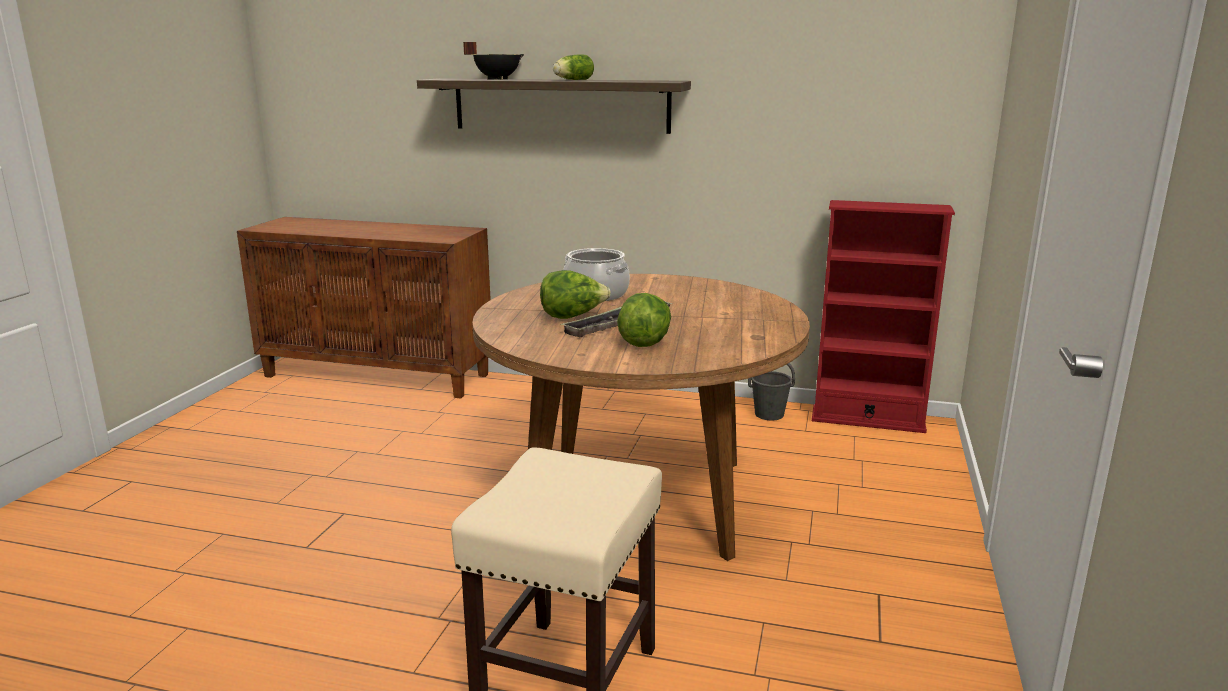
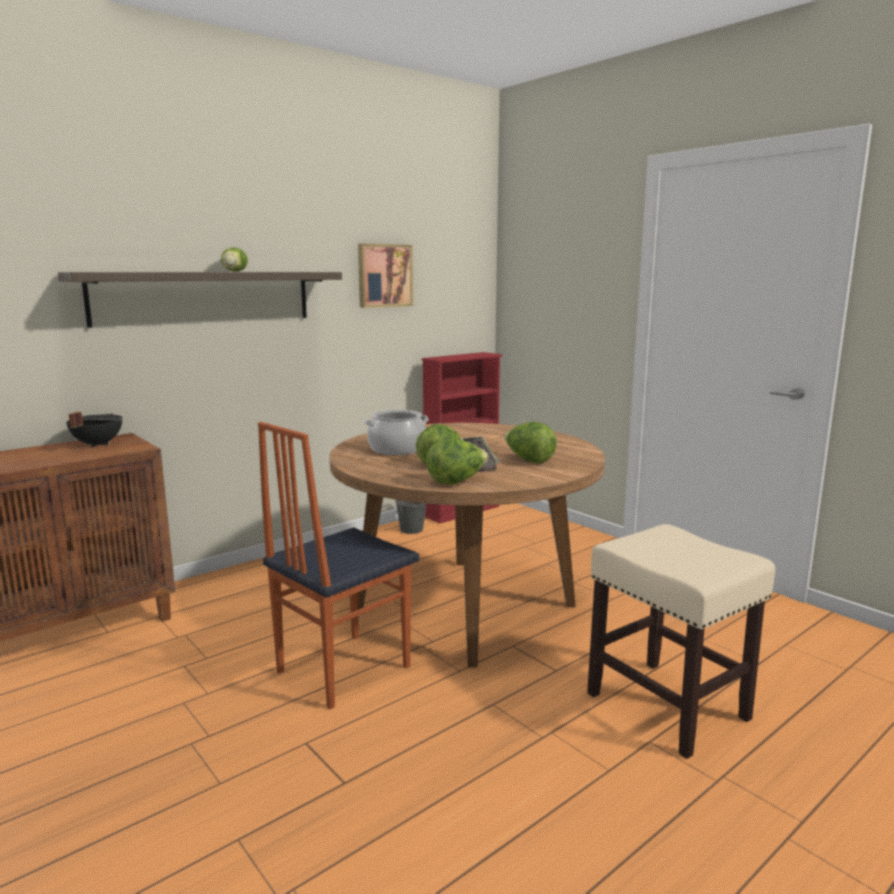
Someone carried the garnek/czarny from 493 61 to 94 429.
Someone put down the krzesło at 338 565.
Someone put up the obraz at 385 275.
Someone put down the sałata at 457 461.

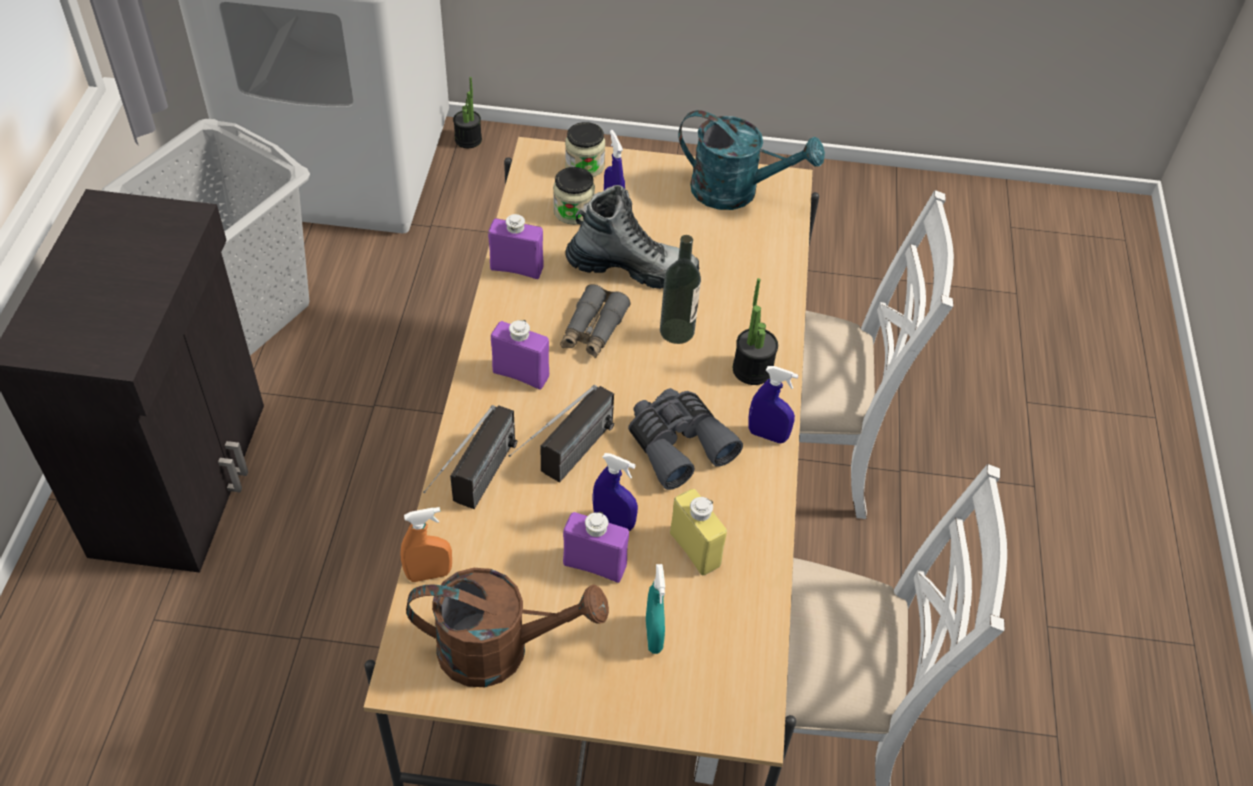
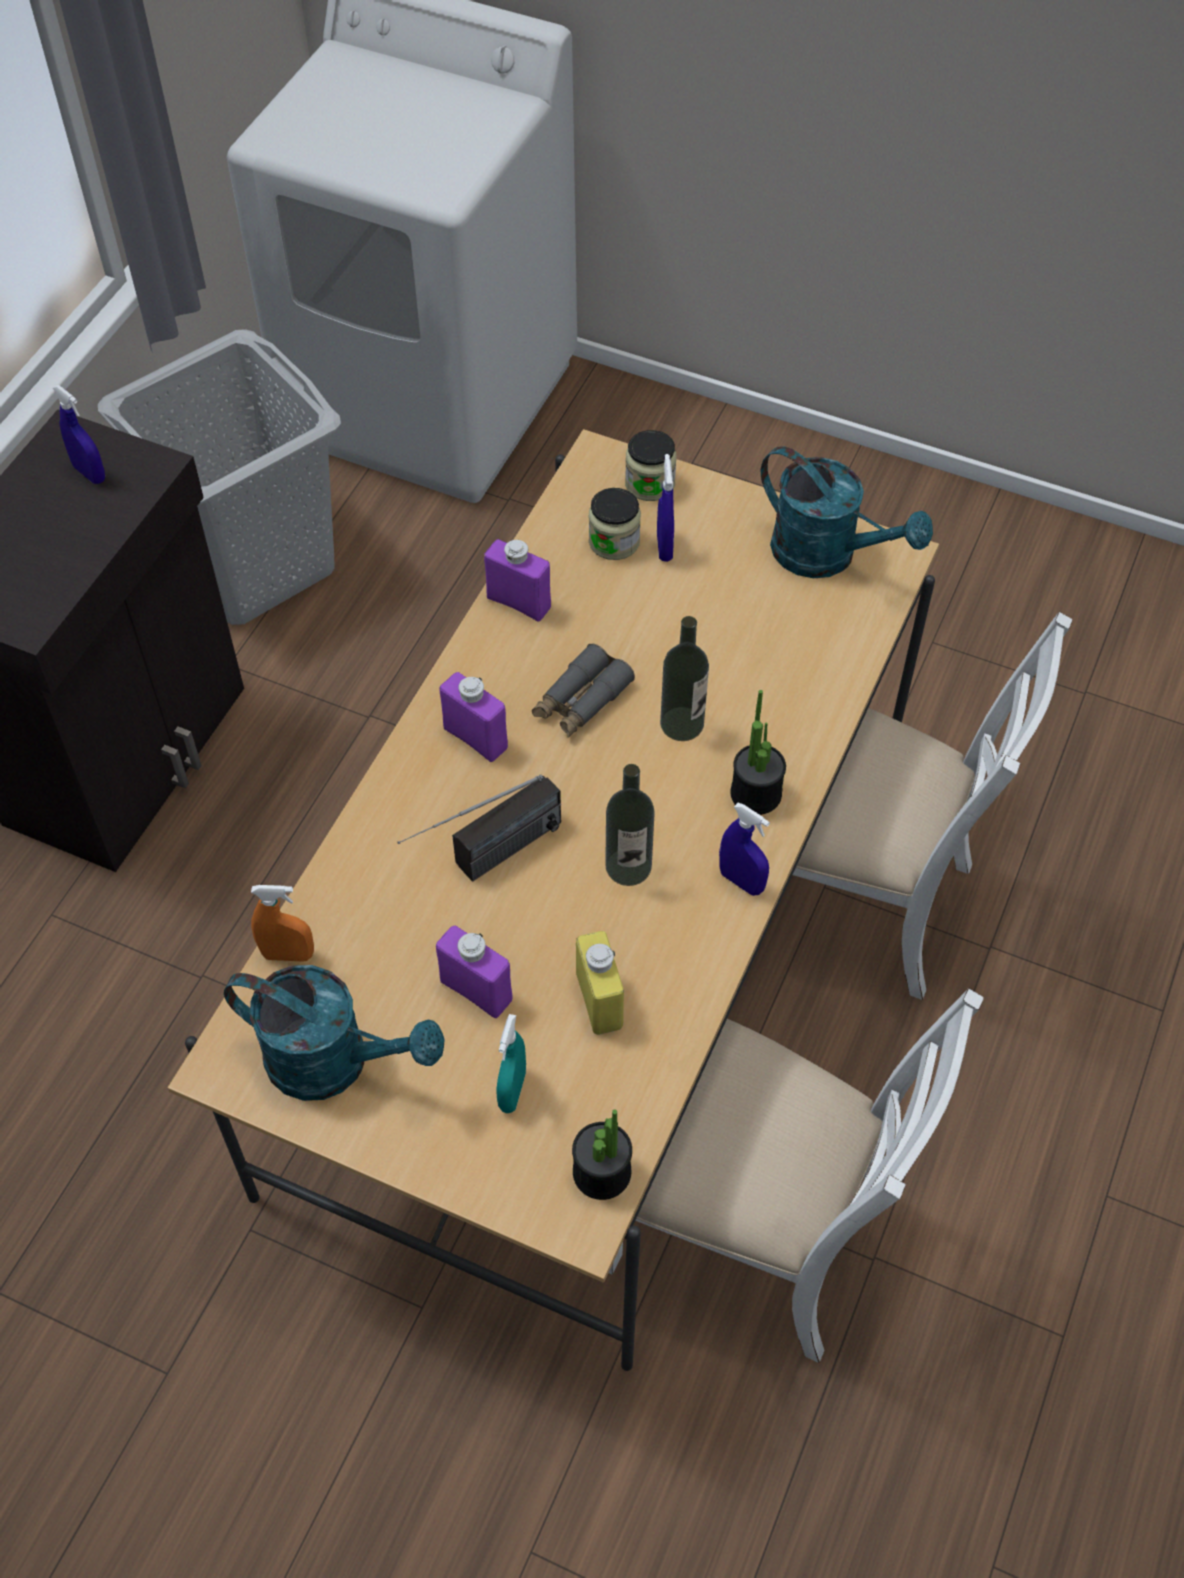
Someone repainted the konewka/brązowy at 507 627, which became the konewka/turkusowy at 334 1033.
Someone took away the radio at 470 457.
Someone carried the roślina doniczkowa from 467 112 to 602 1155.
Someone took away the but z cholewką at 632 237.
Someone carried the spryskiwacz/niebieski from 615 492 to 79 434.
Someone swapped the lornetka/szary at 685 439 for the butelka at 630 825.

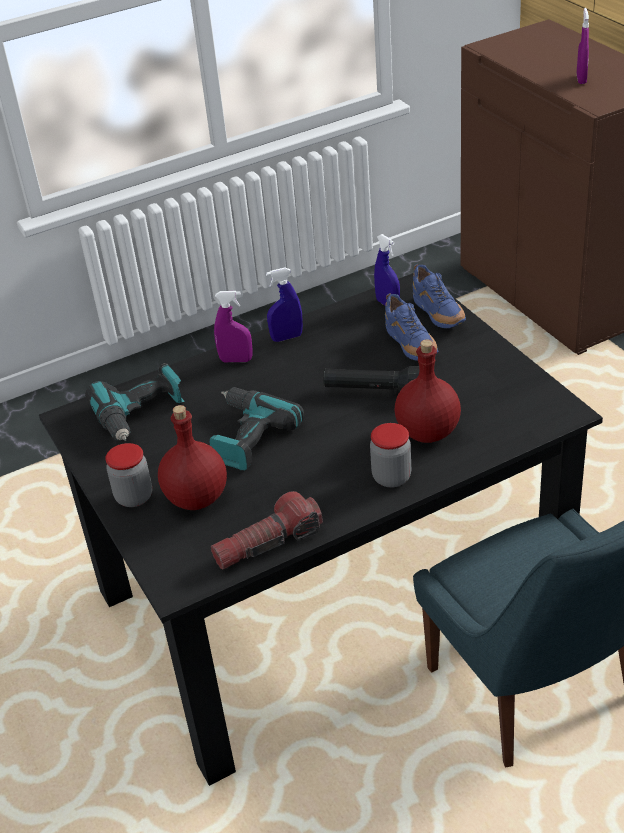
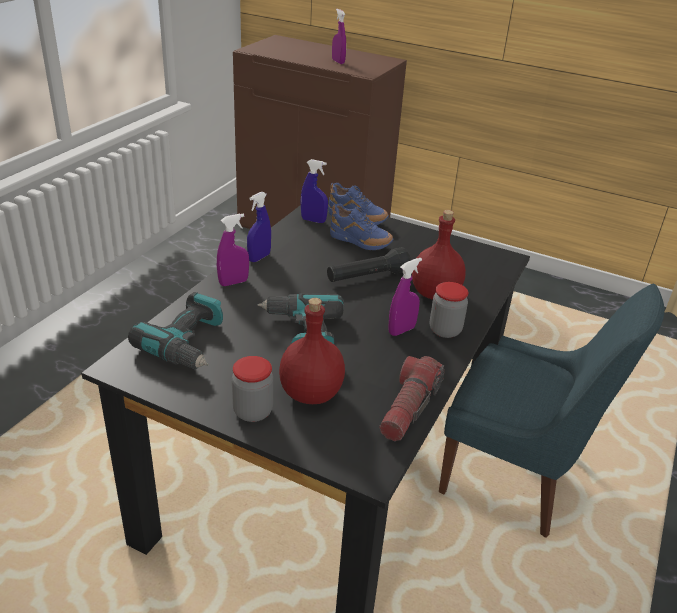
Someone put down the spryskiwacz/fioletowy at 405 297.

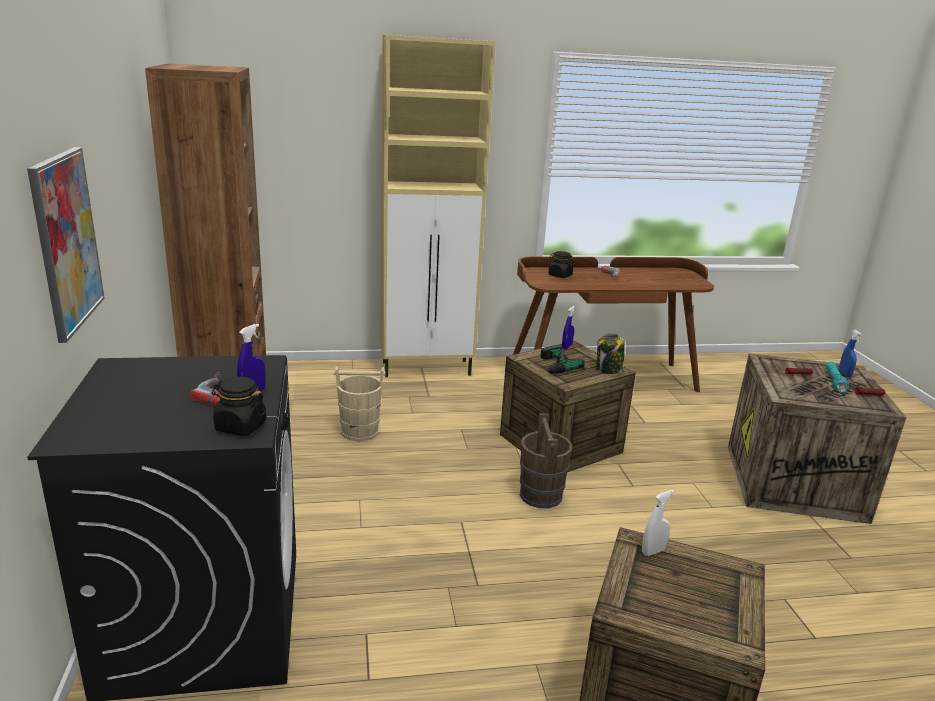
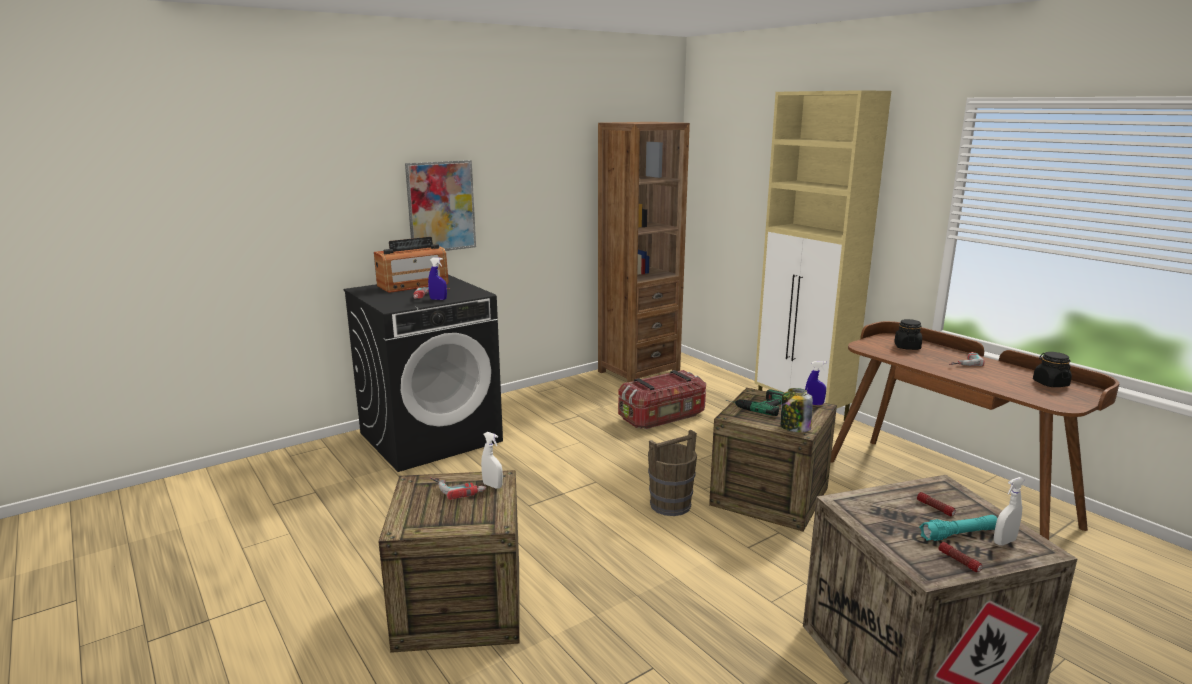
Someone carried the słoik/czarny from 239 406 to 1052 369.
Someone swapped the wiadro/beżowy at 359 403 for the pojemnik do przechowywania at 662 399.
Someone repainted the spryskiwacz/niebieski at 850 353, which became the spryskiwacz/biały at 1009 511.
Someone put down the radio at 411 265.
Someone put down the wiertarka at 458 488.

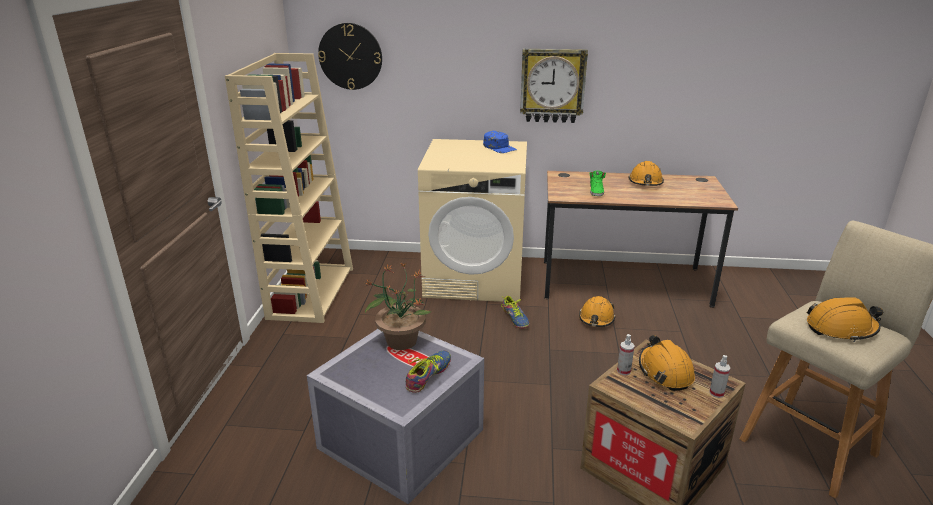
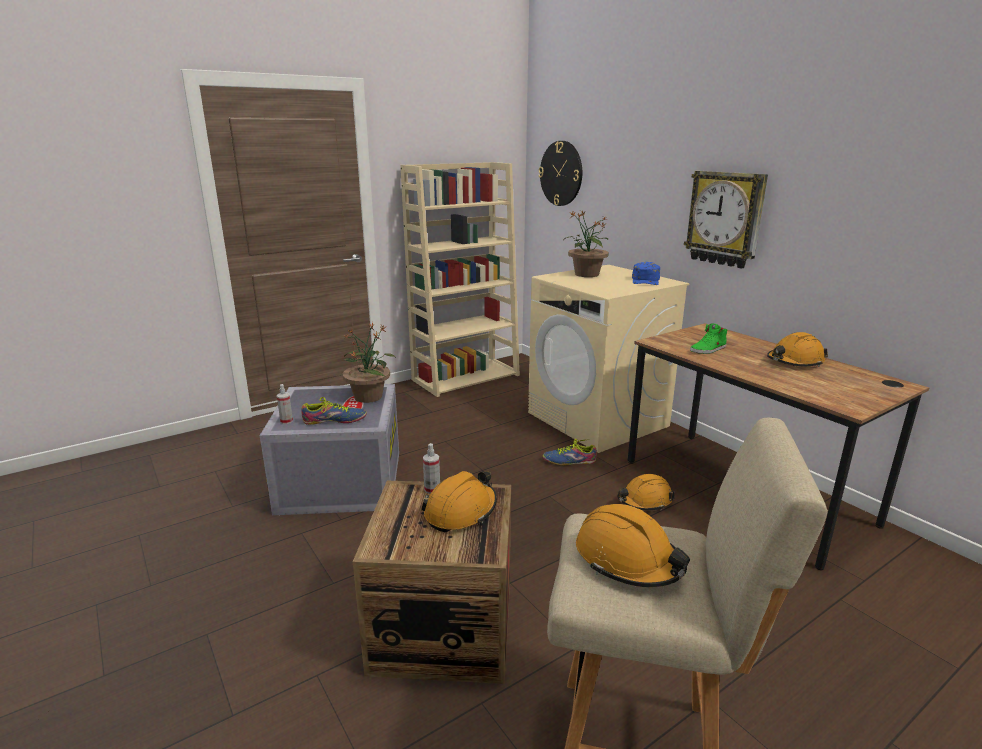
Someone rotated the but at 515 312 by 60 degrees clockwise.
Someone carried the spryskiwacz from 719 376 to 285 404.
Someone put down the roślina doniczkowa at 586 244.

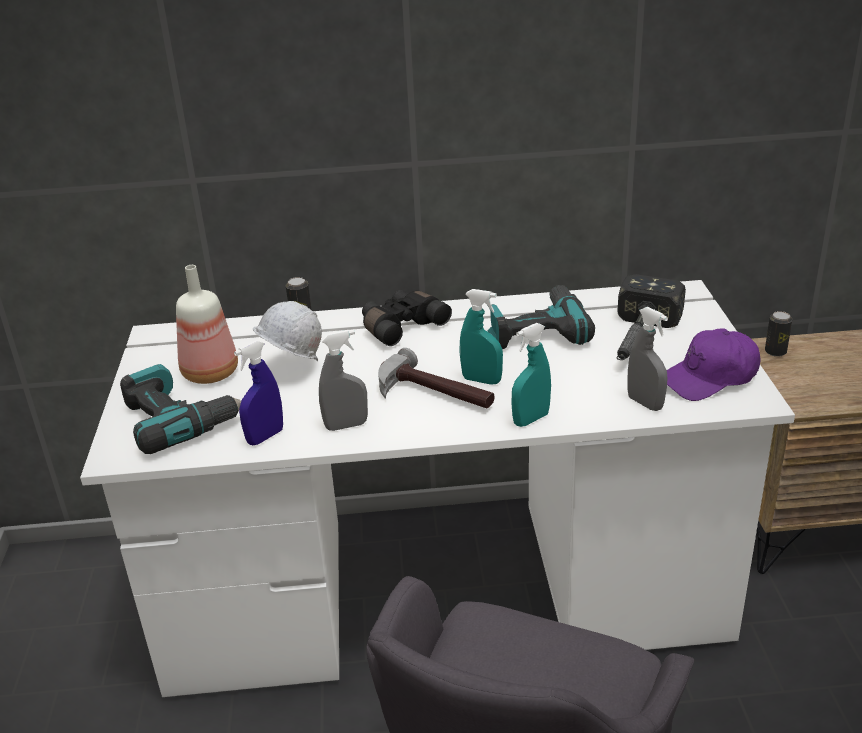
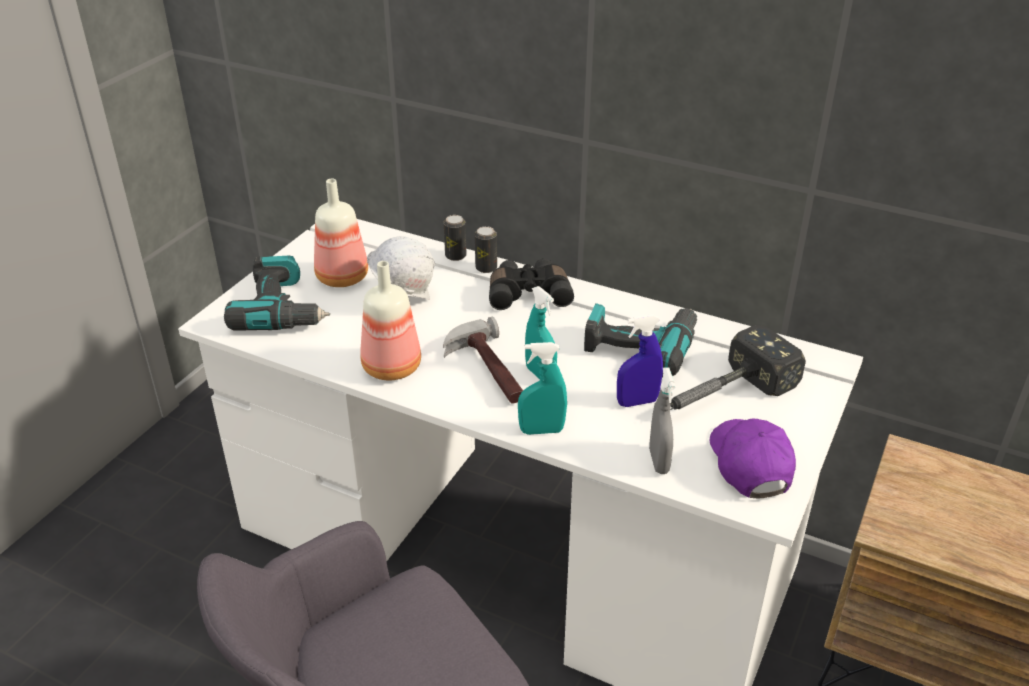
Someone carried the spryskiwacz/niebieski from 258 392 to 640 360.
Someone swapped the spryskiwacz/szary at 343 380 for the butelka at 390 321.
Someone rotated the czapka z daszkiem/fioletowy at 713 364 by 75 degrees clockwise.
Someone carried the puszka from 778 334 to 486 249.

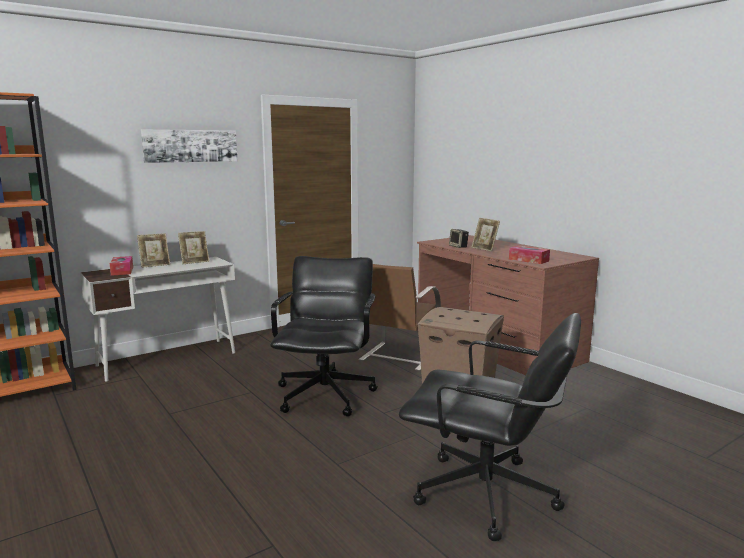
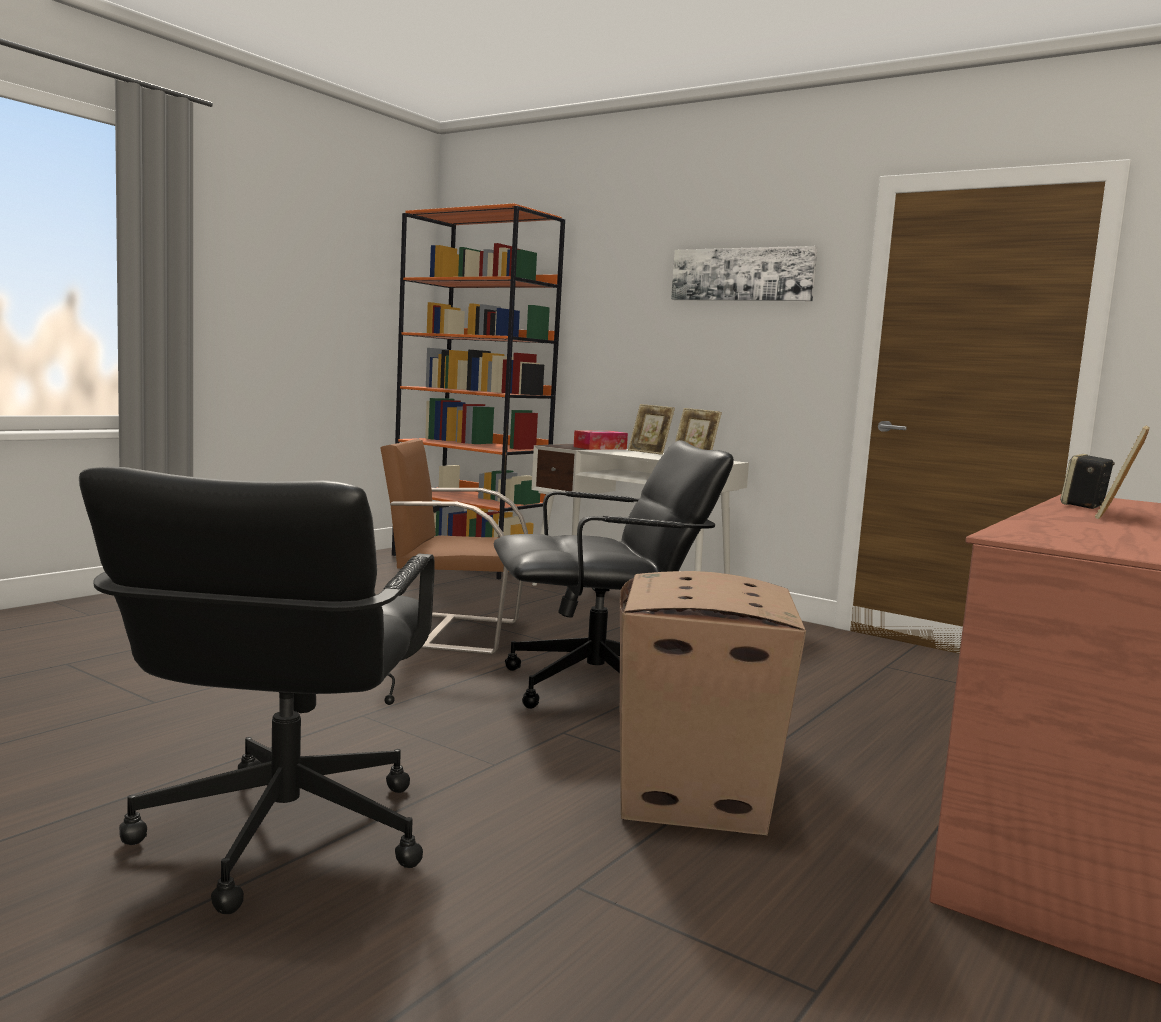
Someone carried the krzesło/brązowy from 400 317 to 454 546.
Someone took away the pudełko chusteczek at 529 255.

